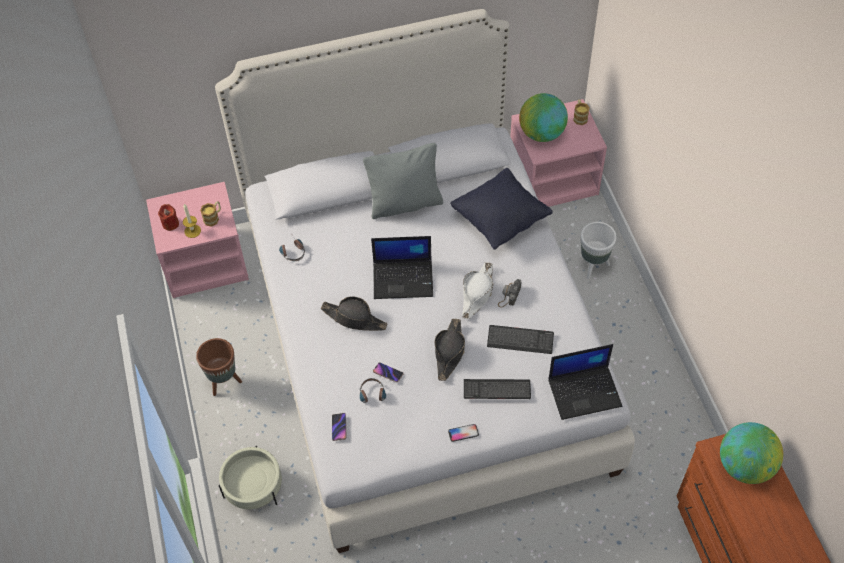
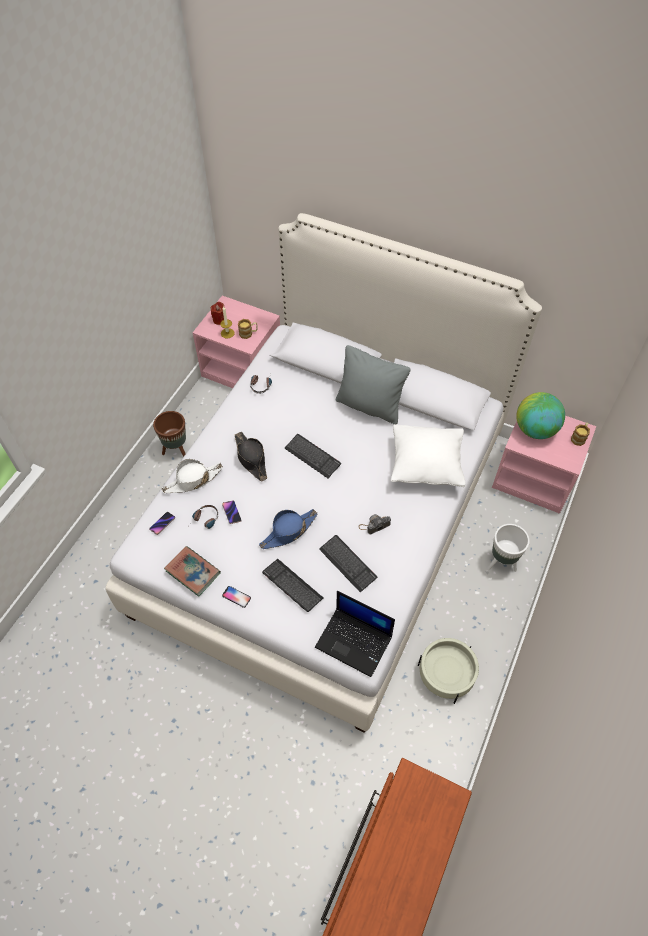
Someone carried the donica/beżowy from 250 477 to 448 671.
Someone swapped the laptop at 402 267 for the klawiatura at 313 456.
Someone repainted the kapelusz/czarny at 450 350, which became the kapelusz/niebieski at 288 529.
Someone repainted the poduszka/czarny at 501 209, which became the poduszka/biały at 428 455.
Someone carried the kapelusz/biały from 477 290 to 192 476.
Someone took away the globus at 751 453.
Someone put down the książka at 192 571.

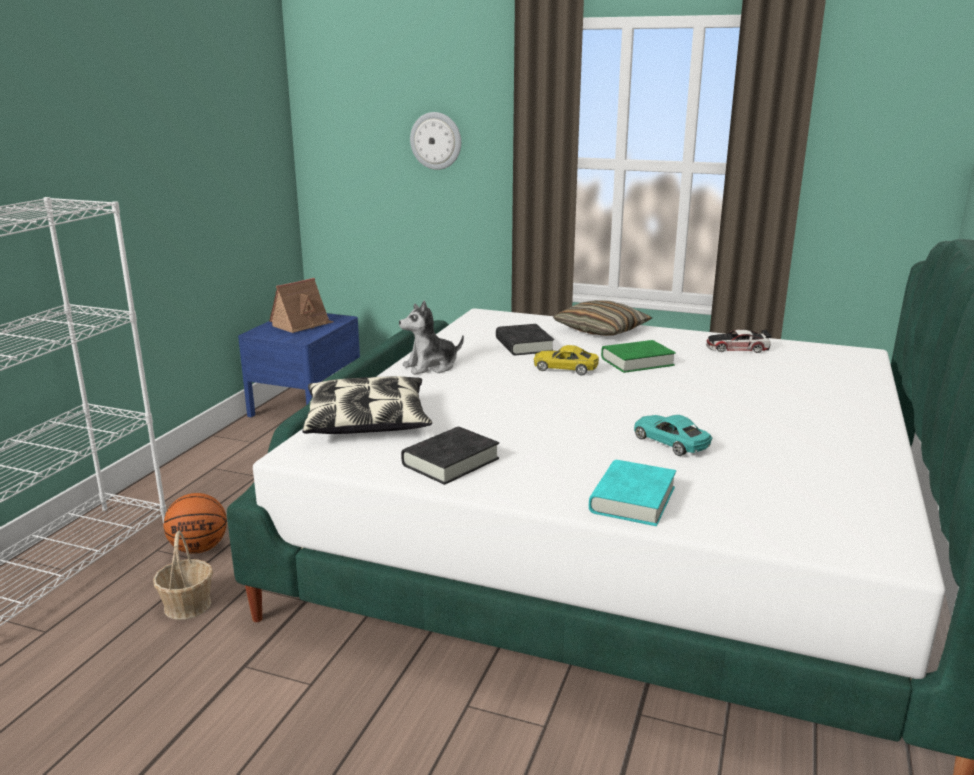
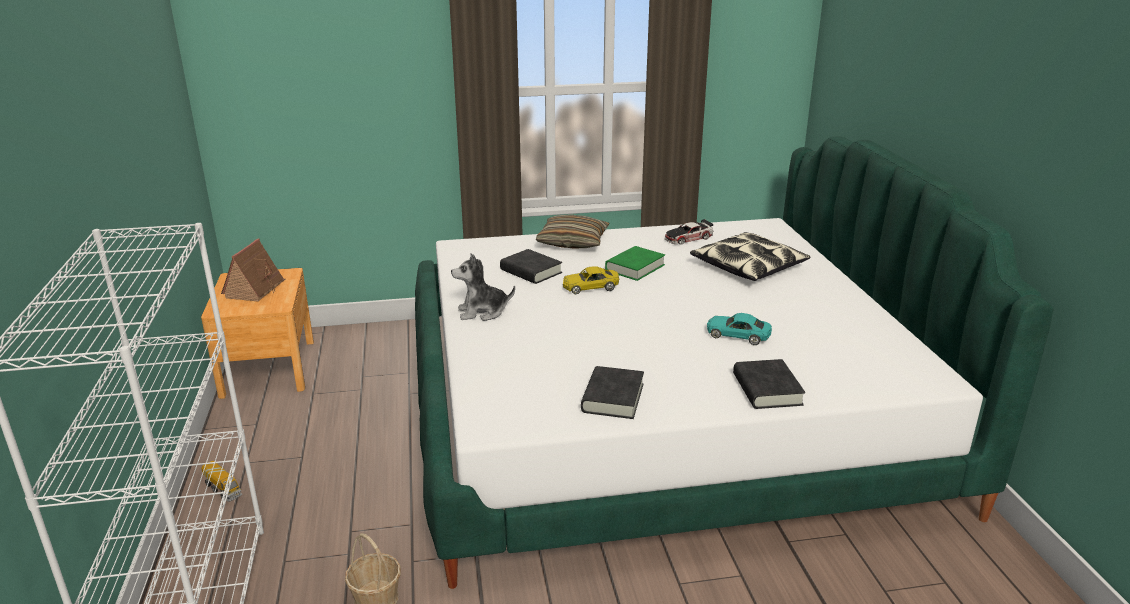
Someone took away the piłka do koszykówki at 195 523.
Someone repainted the szafka nocna/niebieski at 299 365, which became the szafka nocna/brązowy at 257 333.
Someone carried the poduszka from 367 405 to 750 256.
Someone rotated the pluszak at 431 338 by 45 degrees clockwise.
Someone took away the zegar ścienny at 435 141.
Someone repainted the książka/turkusowy at 632 493, which became the książka/czarny at 769 384.
Someone put down the ciężarówka zabawkowa at 221 481.

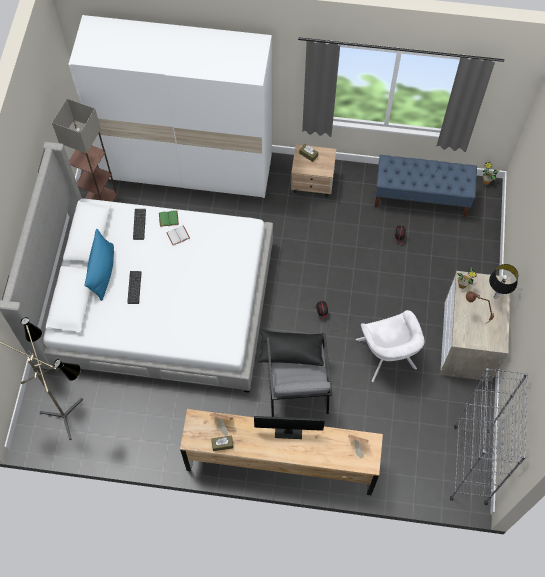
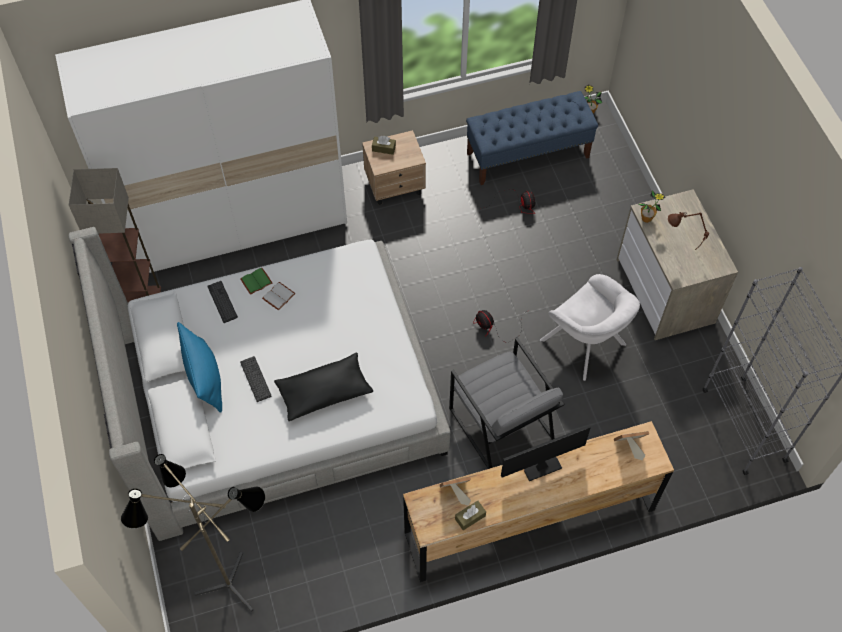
Someone carried the poduszka/czarny from 291 348 to 323 387.
Someone took away the lampa stołowa at 503 281.

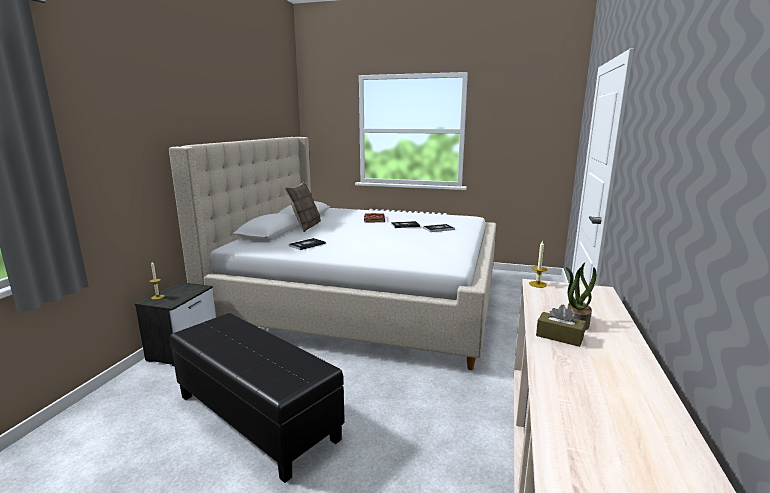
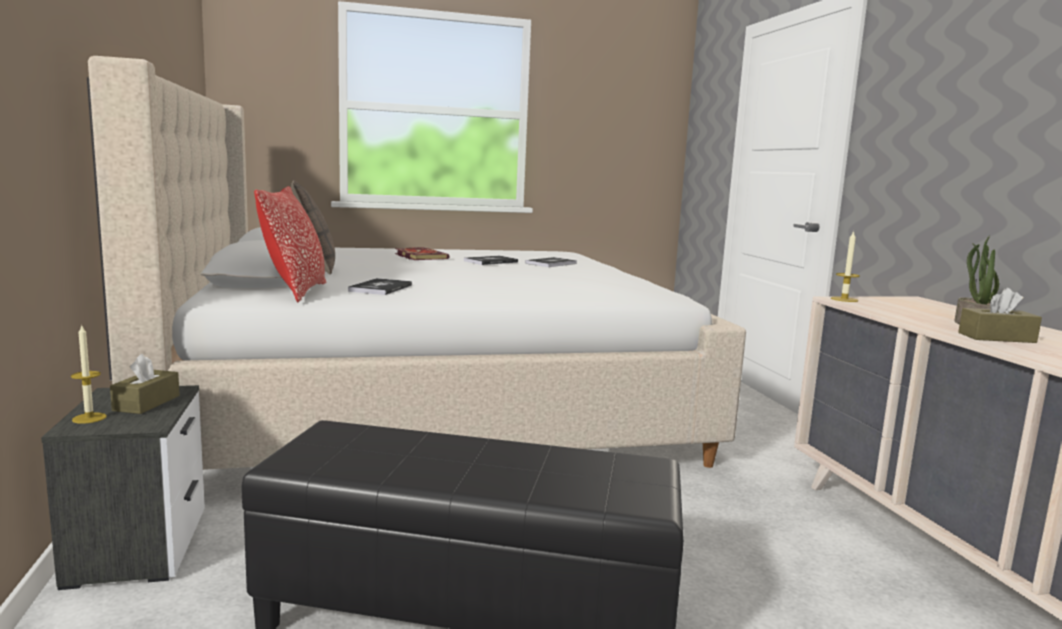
Someone put down the pudełko chusteczek/brązowy at 145 384.
Someone put down the poduszka at 290 244.

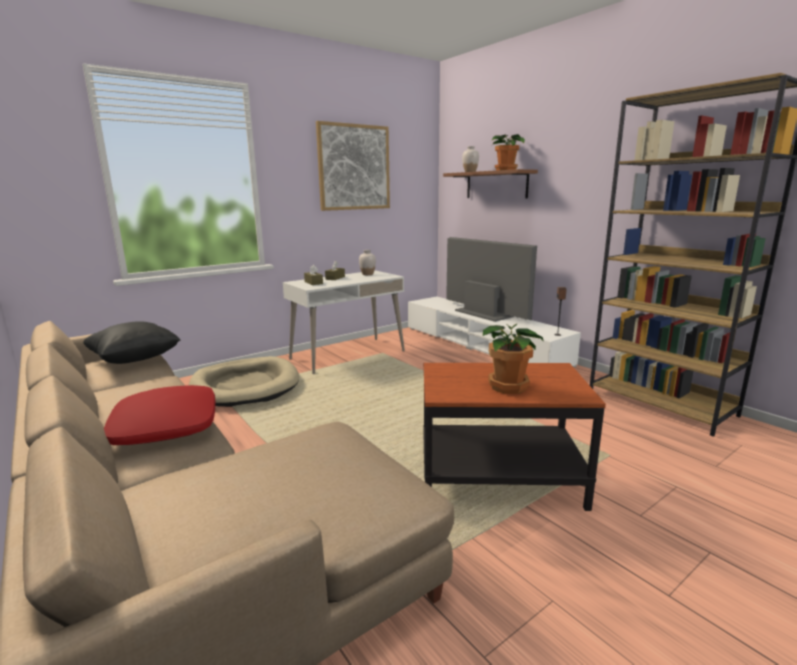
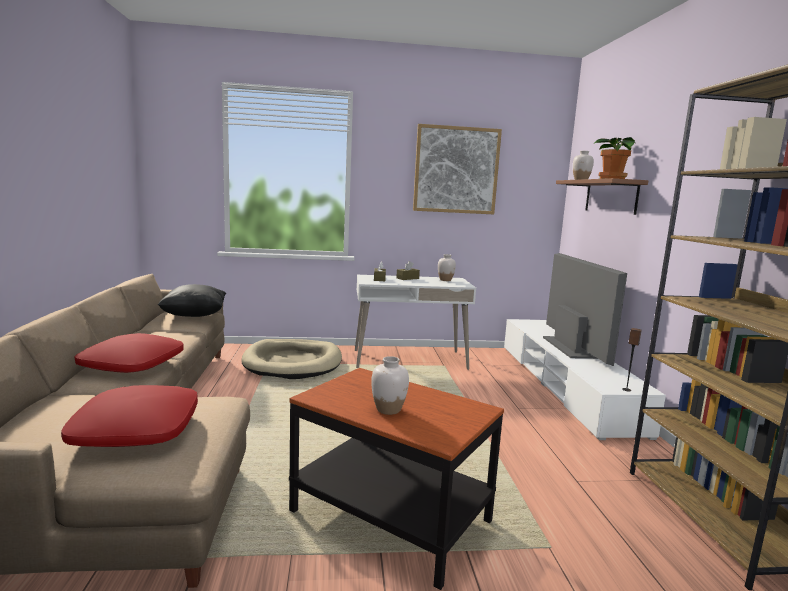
Someone swapped the roślina doniczkowa at 513 358 for the wazon/biały at 390 385.
Someone put down the poduszka/czerwony at 129 416.

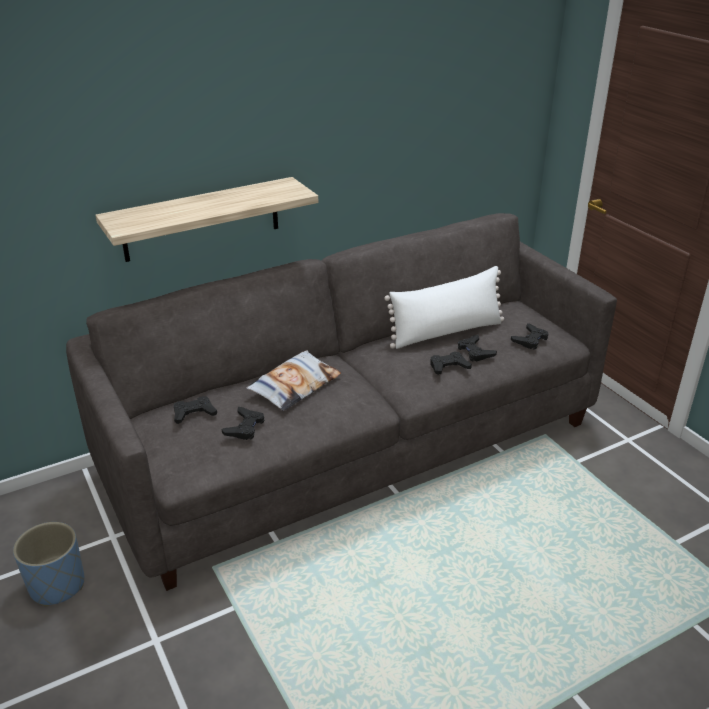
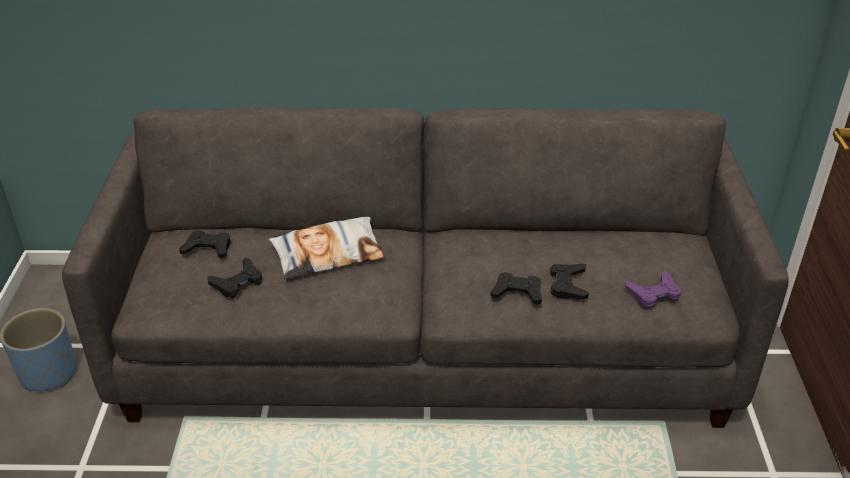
Someone took away the półka at 206 219.
Someone took away the poduszka/biały at 444 307.
Someone repainted the pad do gier/czarny at 530 336, which became the pad do gier/fioletowy at 653 289.

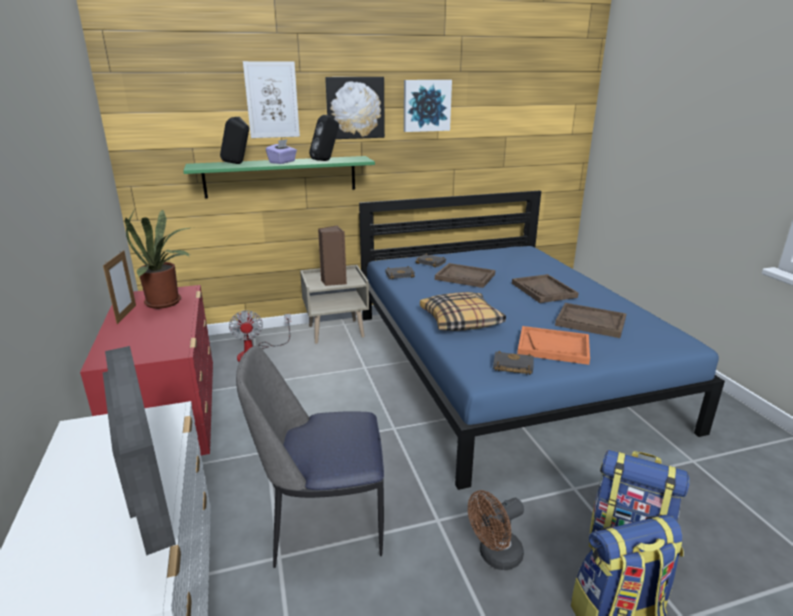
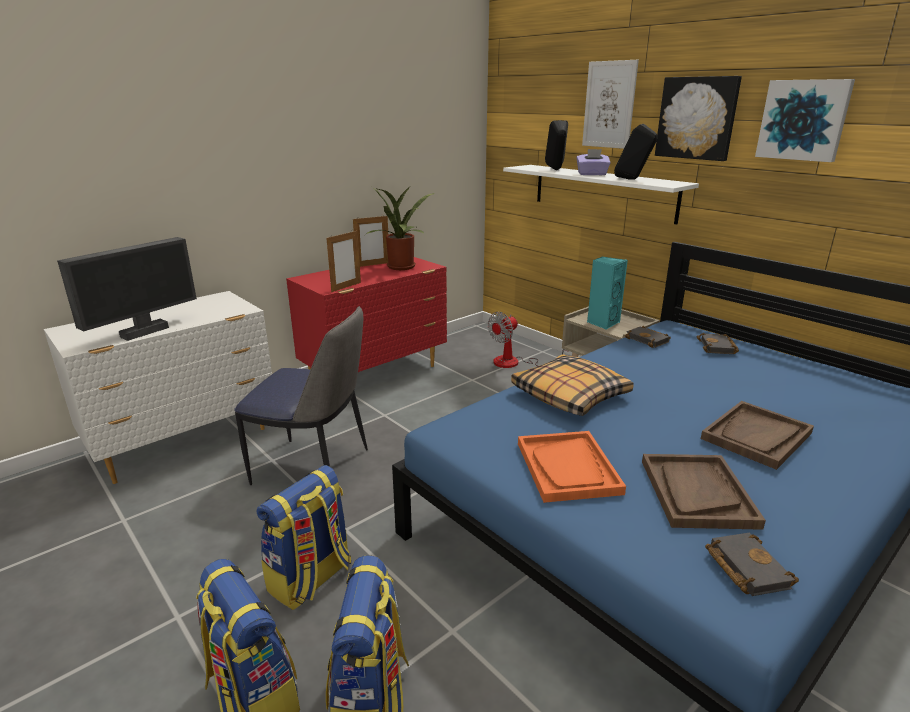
Someone repainted the półka/zielony at 279 177, which became the półka/biały at 601 194.
Someone rotated the krzesło at 310 457 by 135 degrees clockwise.
Someone repainted the głośnik/brązowy at 332 255, which became the głośnik/turkusowy at 607 293.
Someone took away the taca/brązowy at 465 275.
Someone swapped the wentylator/brązowy at 496 530 for the plecak at 304 537.
Someone carried the książka/czarny from 513 363 to 752 564.
Someone put down the ramka na zdjęcie at 343 261.

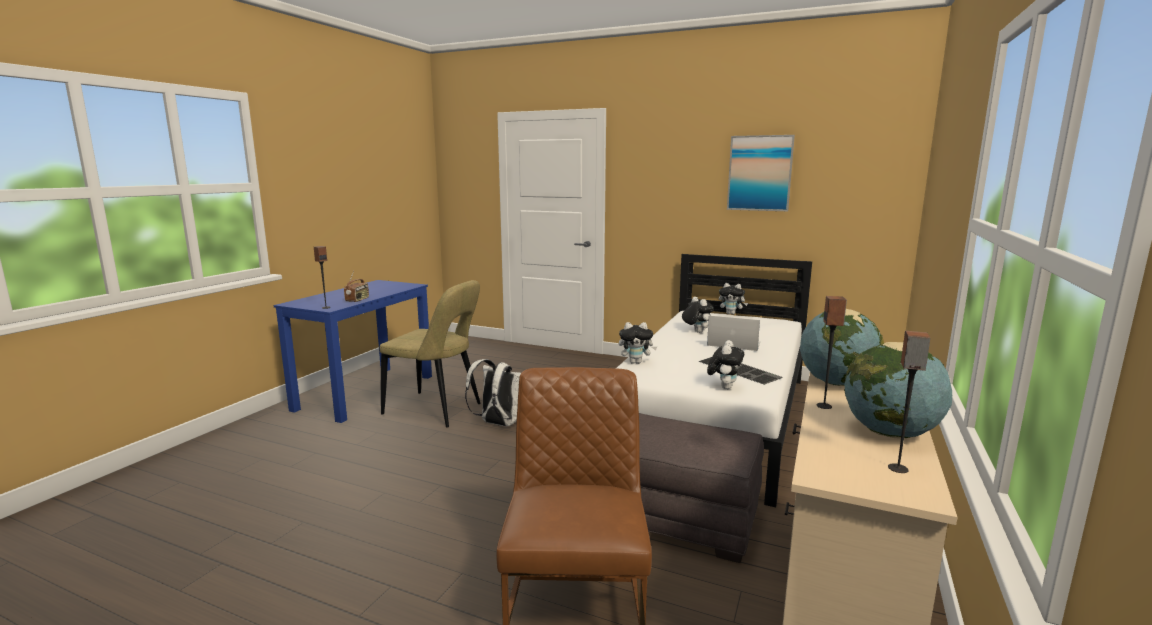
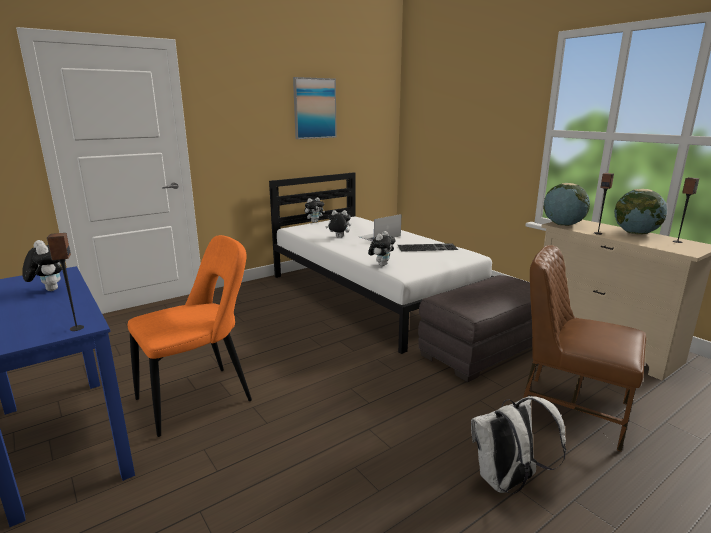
Someone took away the radio at 356 286.
Someone repainted the krzesło/beżowy at 430 354, which became the krzesło/pomarańczowy at 190 336.
Someone carried the plecak/biały from 493 392 to 518 445.
Someone carried the pluszak from 725 364 to 42 265.

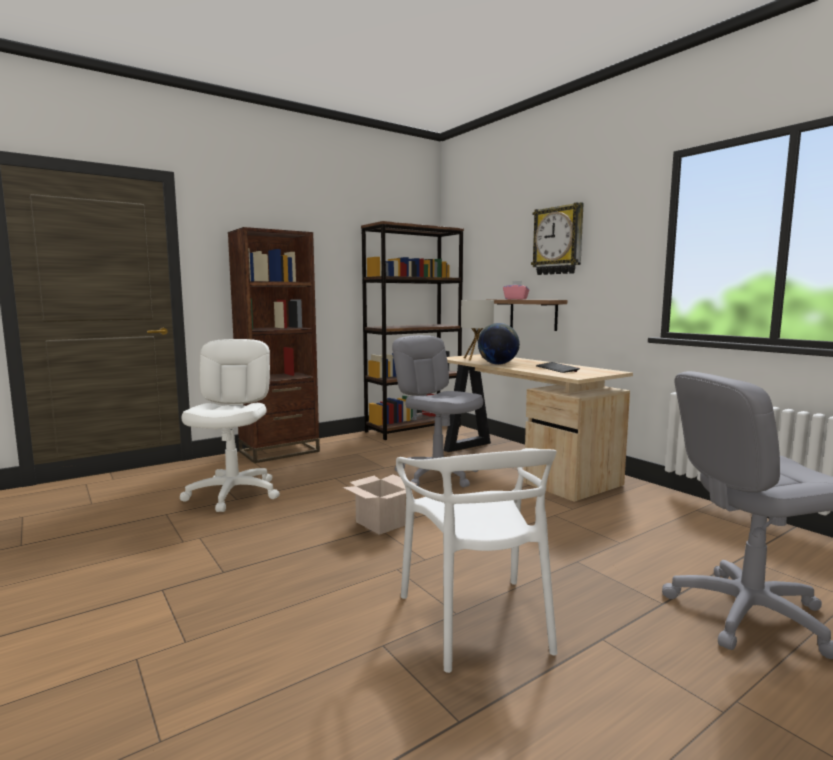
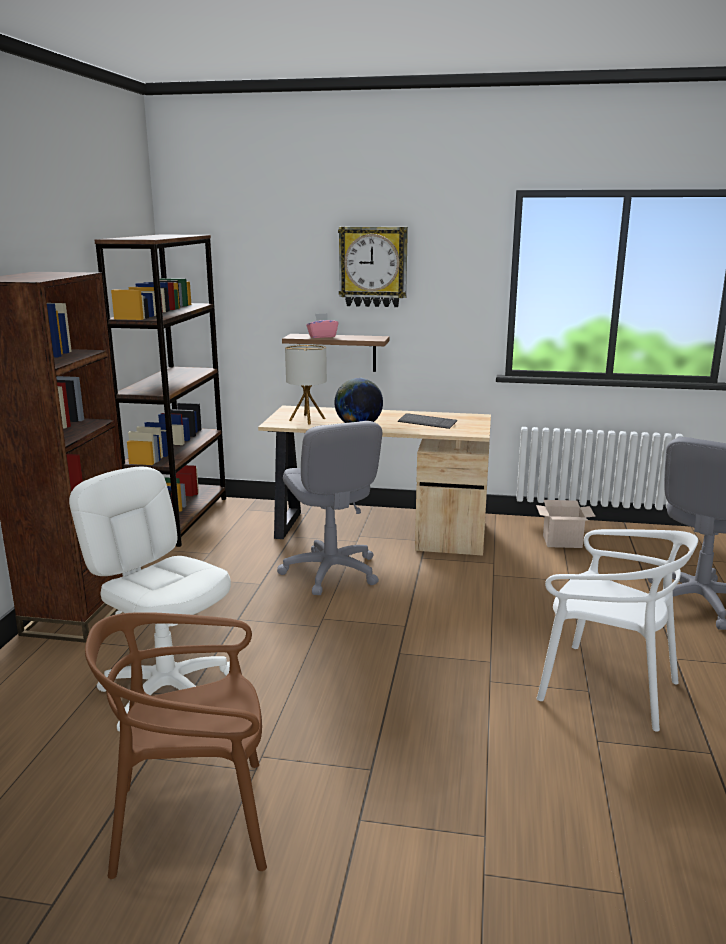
Someone carried the karton from 379 505 to 565 524.
Someone rotated the krzesło biurowe/szary at 437 411 by 120 degrees counterclockwise.
Someone put down the krzesło/brązowy at 176 745.

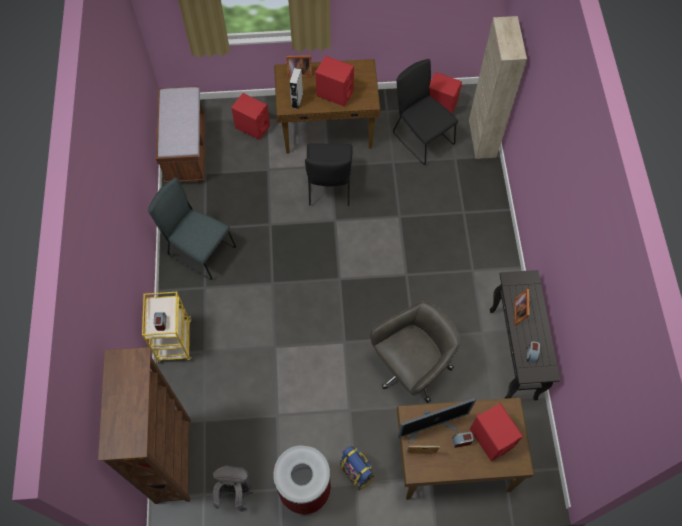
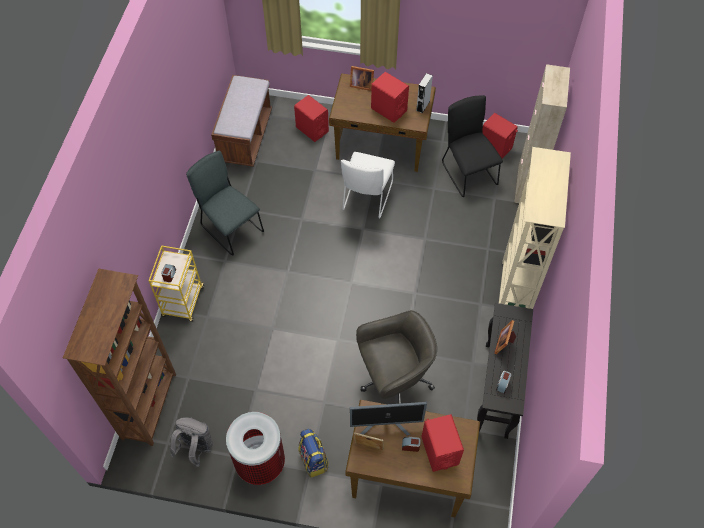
Someone carried the głośnik/szary from 296 88 to 424 93.
Someone repainted the krzesło/czarny at 329 175, which became the krzesło/biały at 368 185.
Someone put down the regał/beżowy at 535 228.

